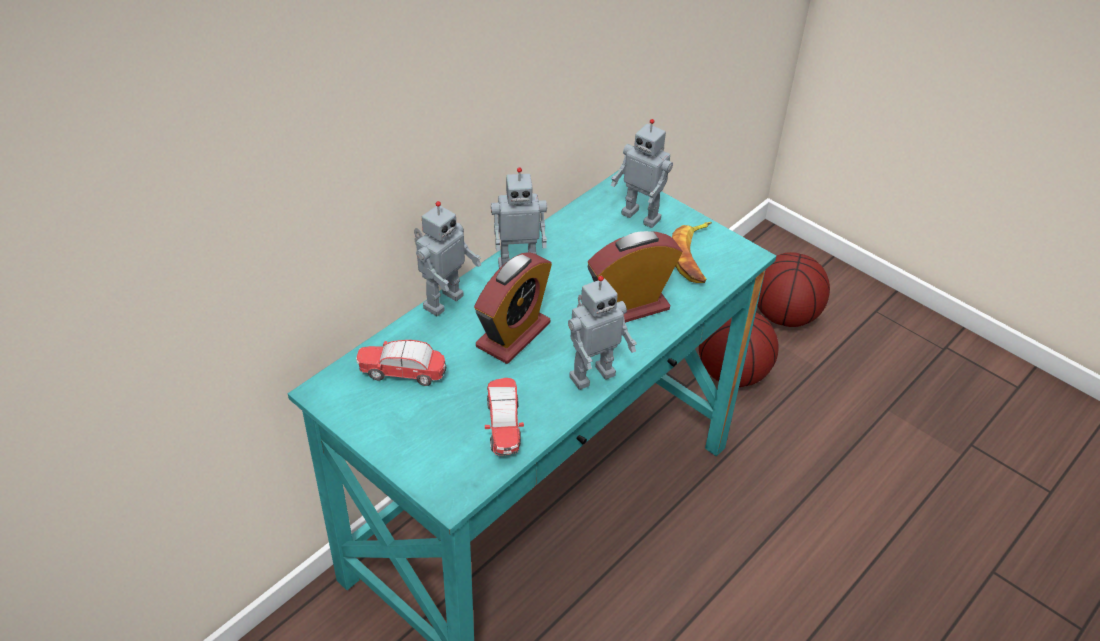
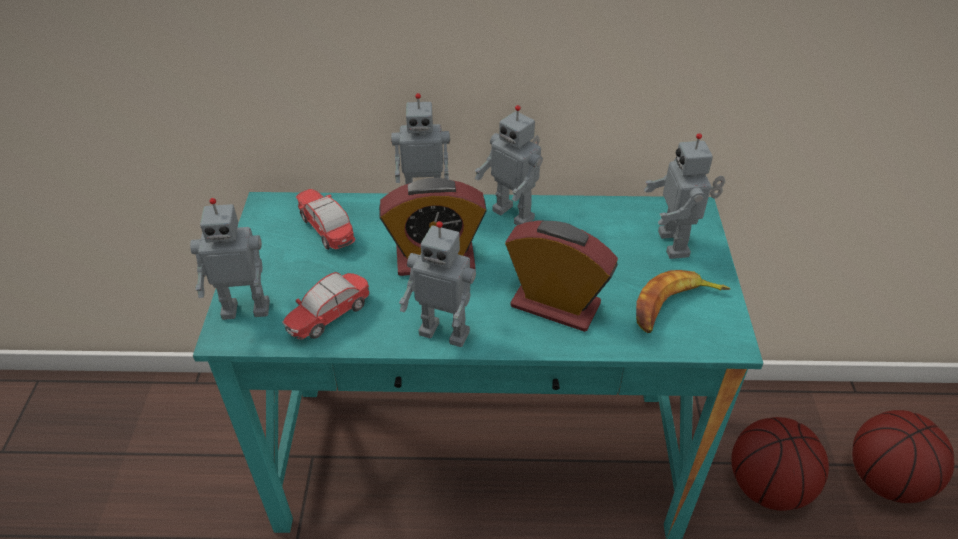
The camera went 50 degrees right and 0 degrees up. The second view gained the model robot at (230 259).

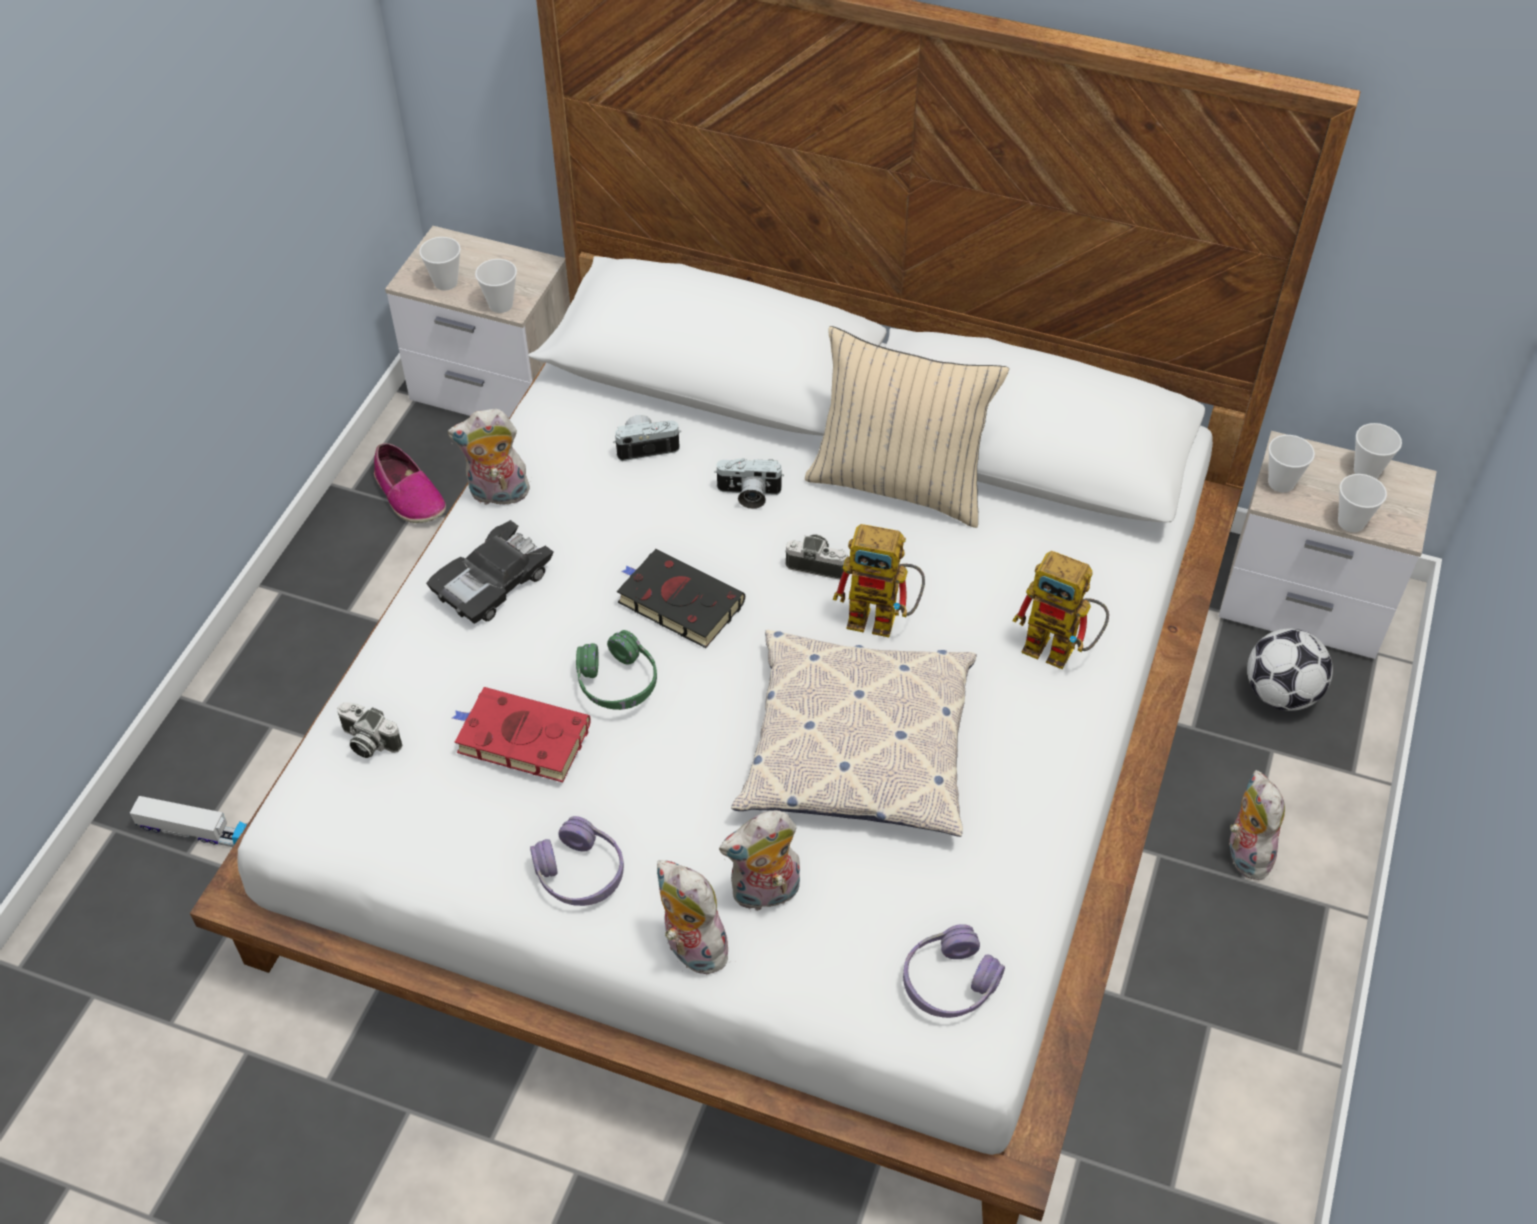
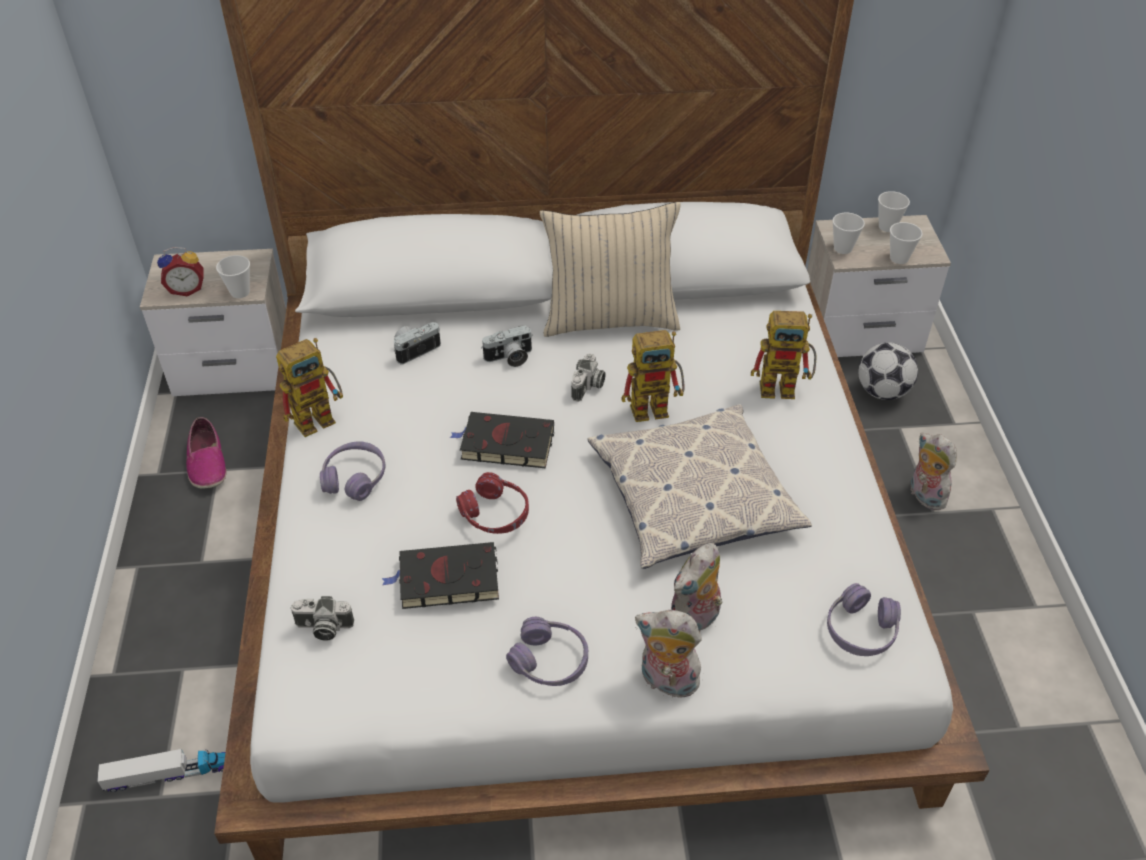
The camera went 25 degrees left and 5 degrees down. Where the cup stood at (440 264), the alarm clock came to stand at (180 271). Where the black-coloured toy car stood at (490 572), the purple-coloured headphones came to stand at (353 471). Where the soft toy stood at (489 457), the model robot came to stand at (309 387). What was the red-coloured book at (521 734) turned into the black-coloured book at (440 575). What was the green headphones at (616 670) turned into the red-coloured headphones at (492 503). The item of footwear at (410 483) ended up facing another way, 45 degrees clockwise from before. The still camera at (817 557) ended up facing another way, 120 degrees clockwise from before.

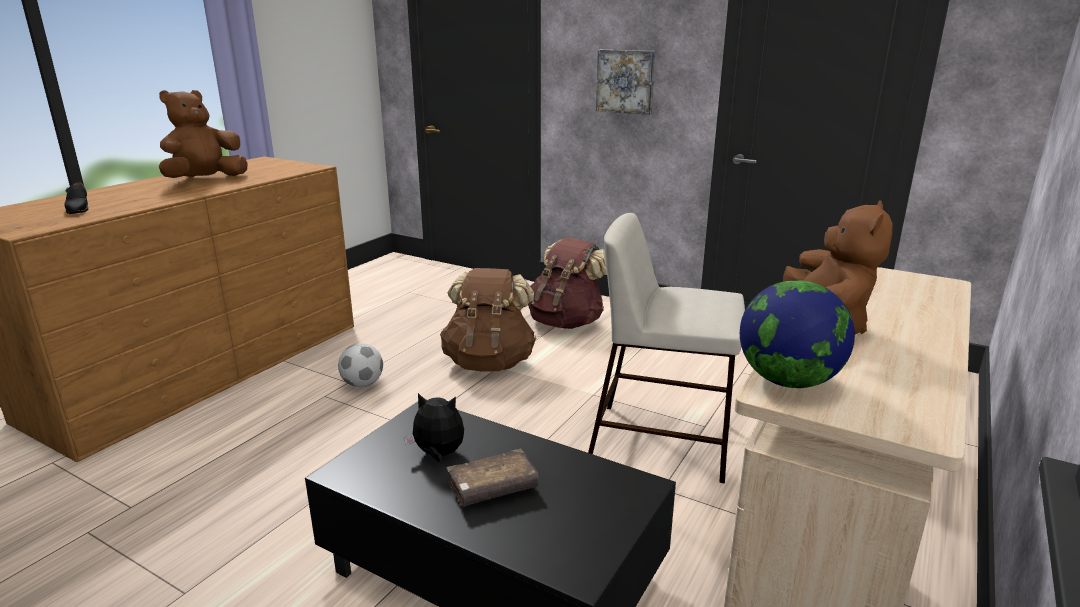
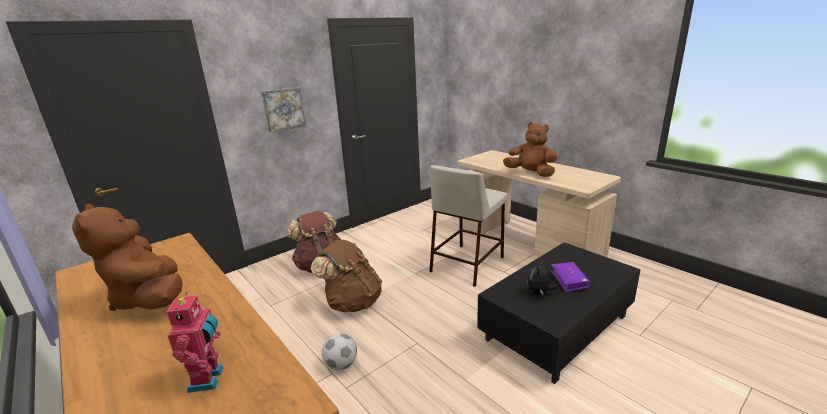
The camera went 70 degrees left and 0 degrees up. The second view lost the globe at (797 334). Where the black-coloured item of footwear stood at (76 198), the model robot came to stand at (195 342). What was the brown book at (492 478) turned into the purple-coloured book at (571 277).

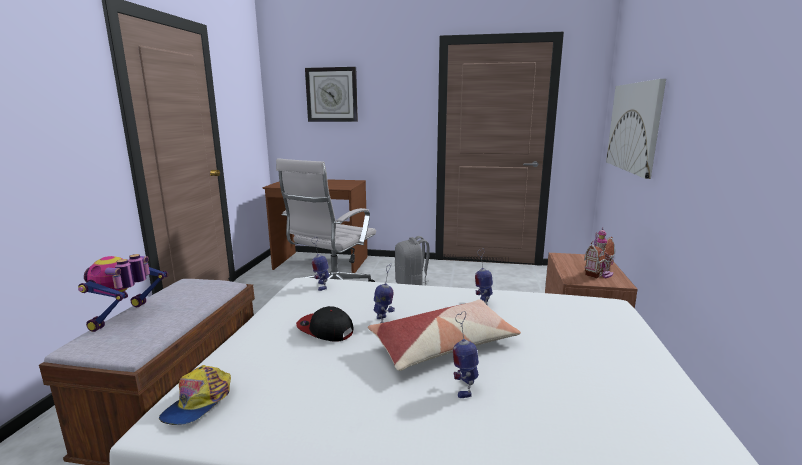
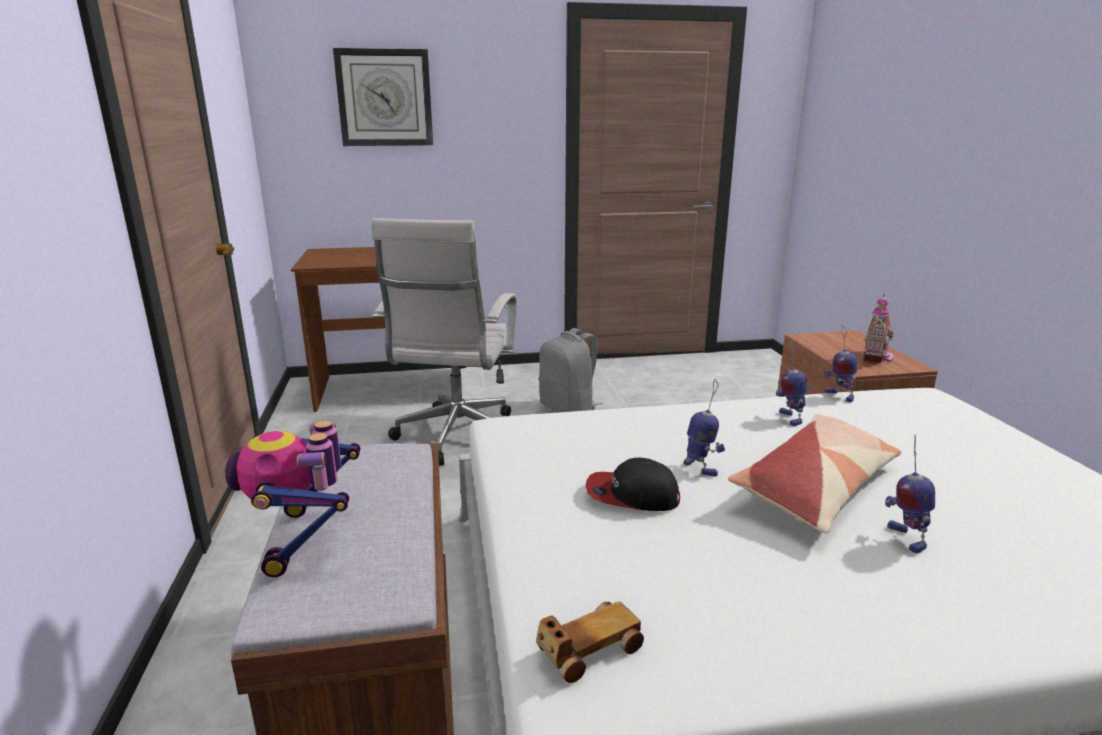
The camera went 20 degrees left and 5 degrees up. The second view lost the wall art at (636 129). The model robot ended up elsewhere, having gone from (320 264) to (840 363). Where the baseball cap stood at (195 395), the toy car came to stand at (590 642).

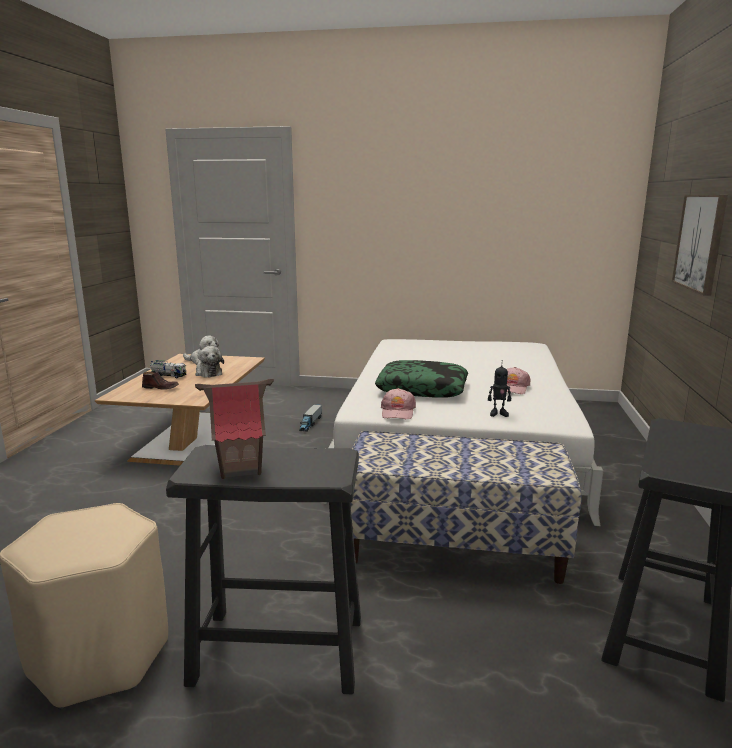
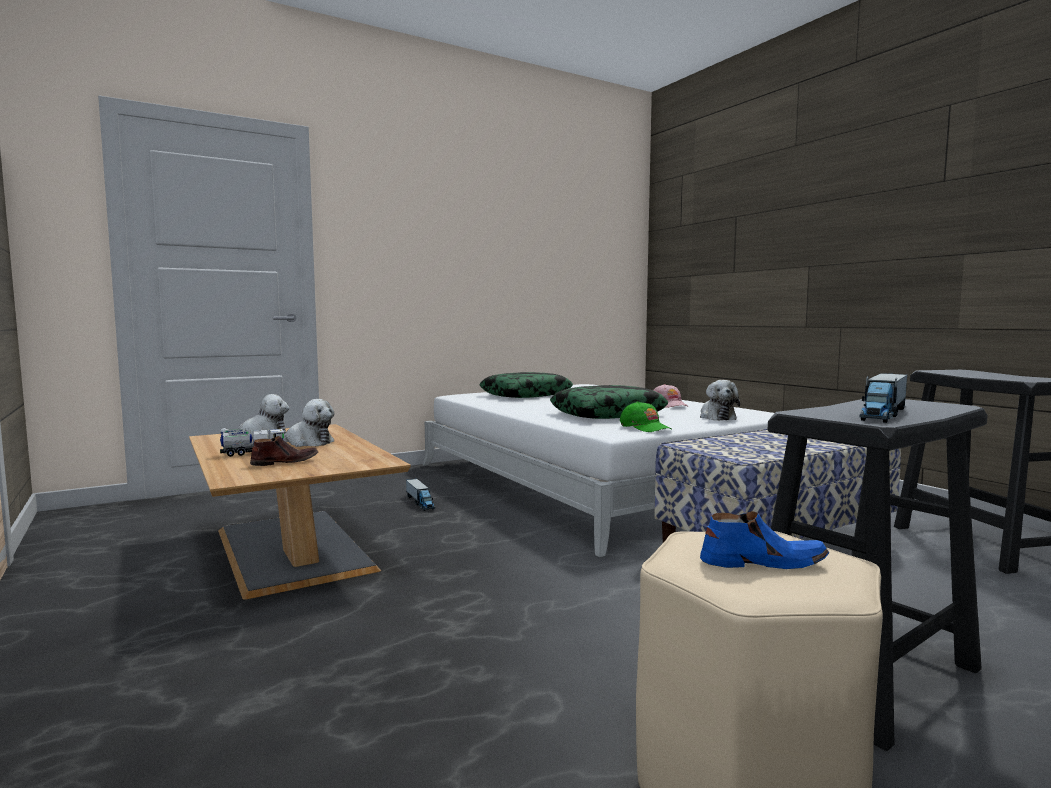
The camera went 40 degrees left and 10 degrees down. The second view lost the wall art at (700 245). The second view gained the cushion at (526 385). The second view gained the blue item of footwear at (764 540). Where the miniature house stood at (234 429), the toy lorry came to stand at (883 398). Where the model robot stood at (499 388), the soft toy came to stand at (720 400). What was the pink baseball cap at (398 403) turned into the green baseball cap at (646 416).

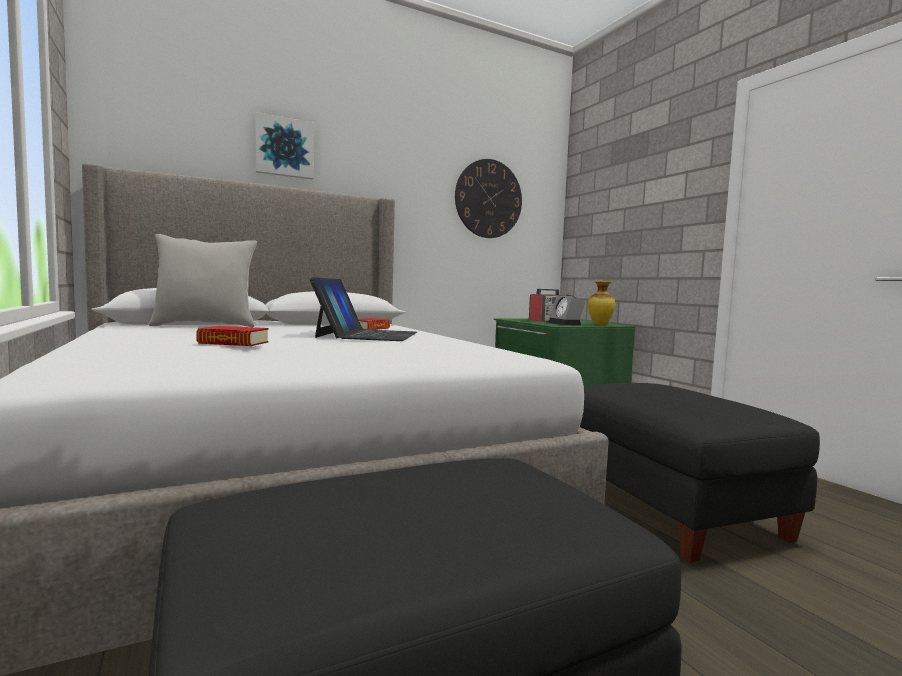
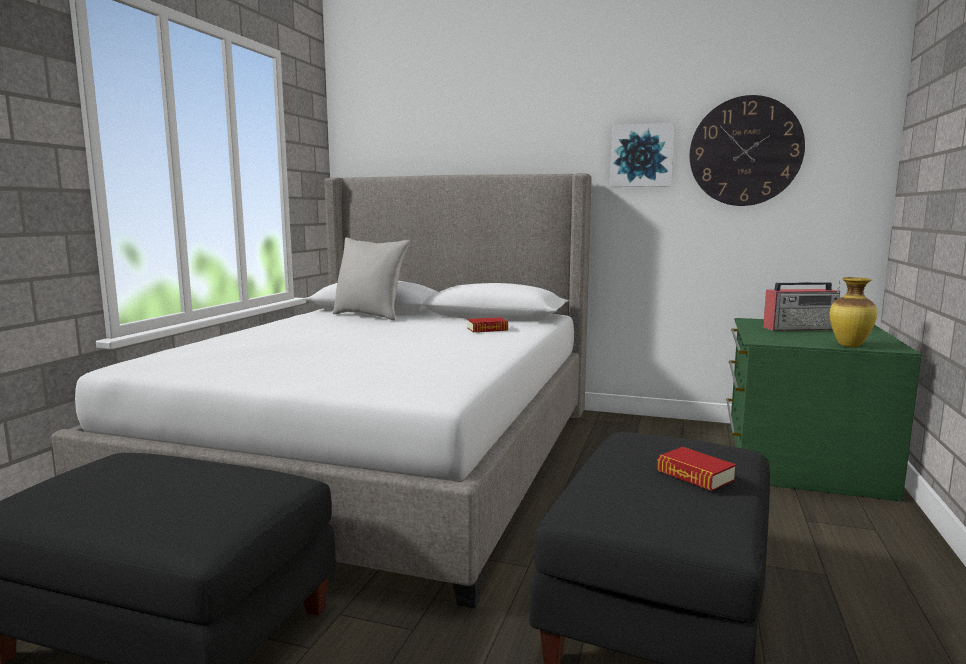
The camera went 45 degrees right and 5 degrees up. The second view lost the notebook computer at (363 309). The second view lost the alarm clock at (566 310). The book ended up elsewhere, having gone from (232 336) to (696 469). The wall art ended up elsewhere, having gone from (284 145) to (642 155).

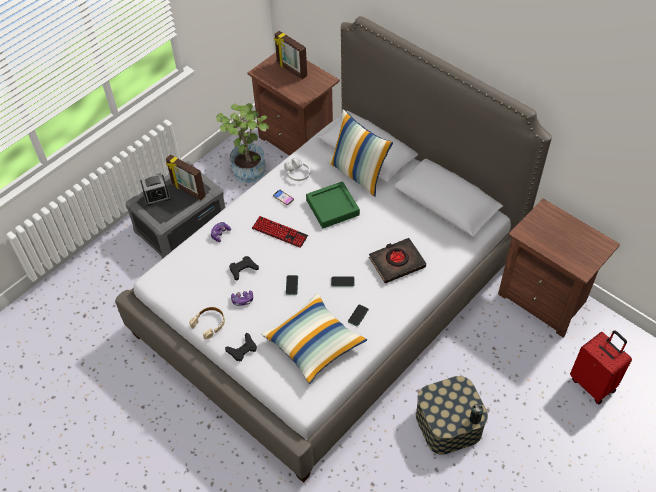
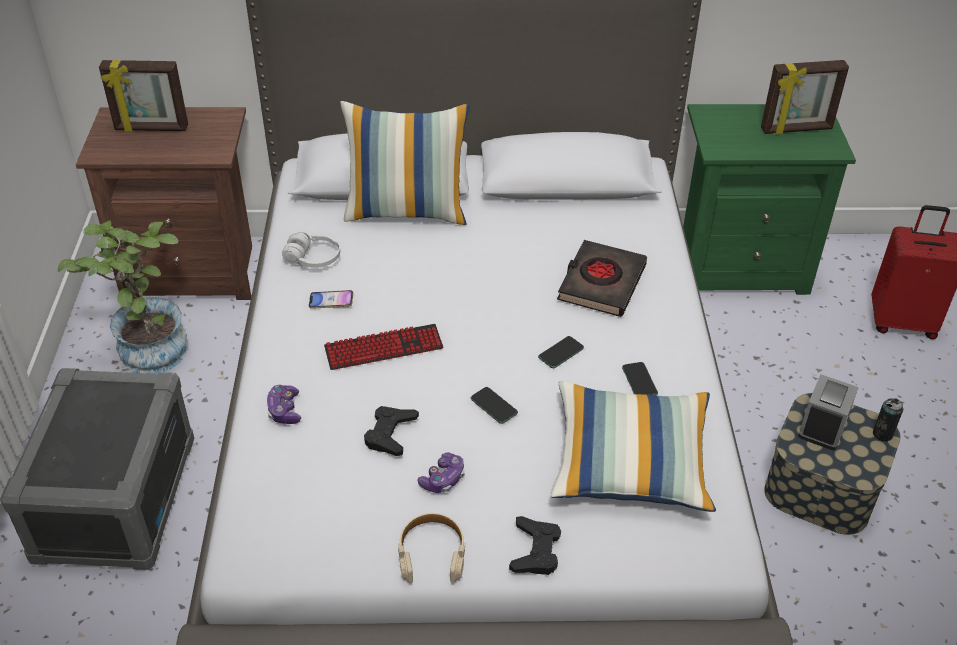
The camera went 45 degrees left and 10 degrees down. The second view lost the green serving tray at (333 205). The alarm clock ended up elsewhere, having gone from (155 189) to (828 412). The photo frame ended up elsewhere, having gone from (185 177) to (805 97). What was the brown night table at (559 268) turned into the green night table at (769 199).

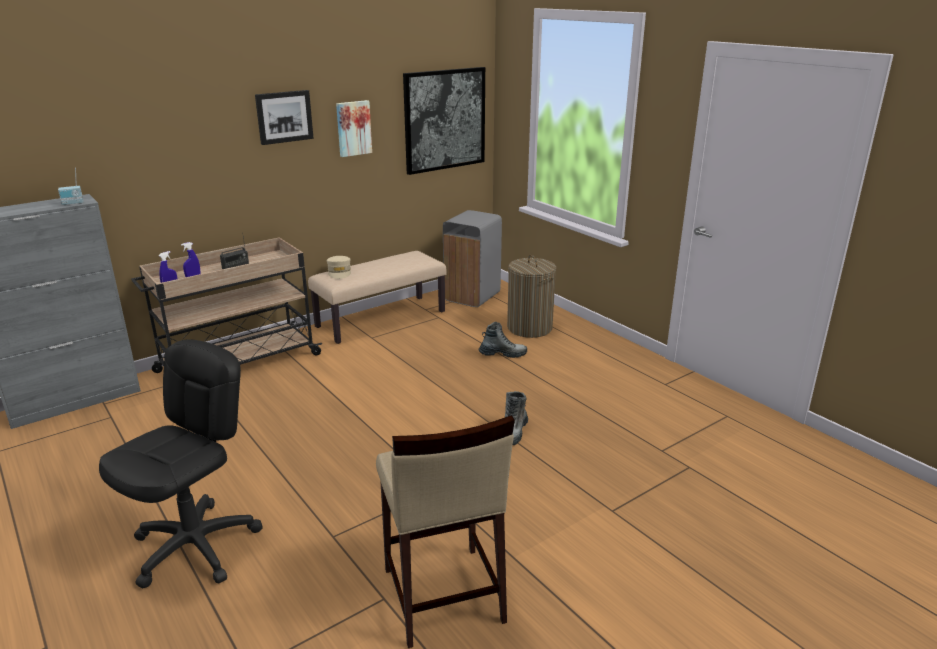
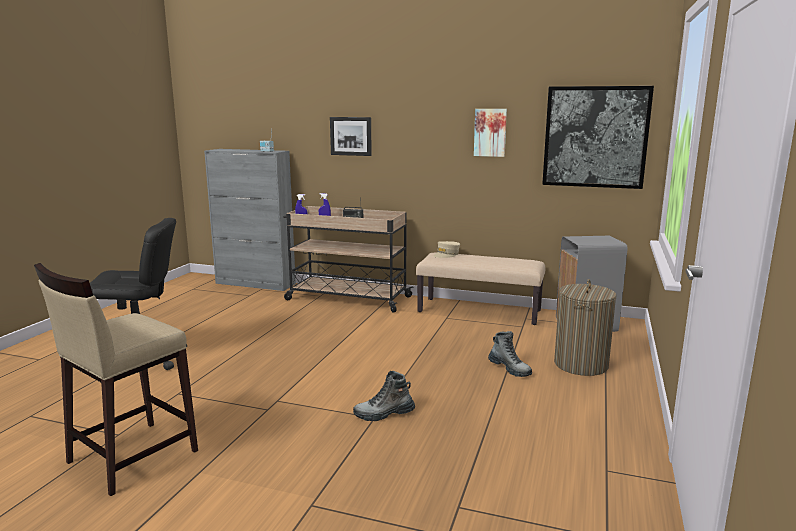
The camera went 55 degrees right and 10 degrees down. The wall art ended up elsewhere, having gone from (284 117) to (351 136).

